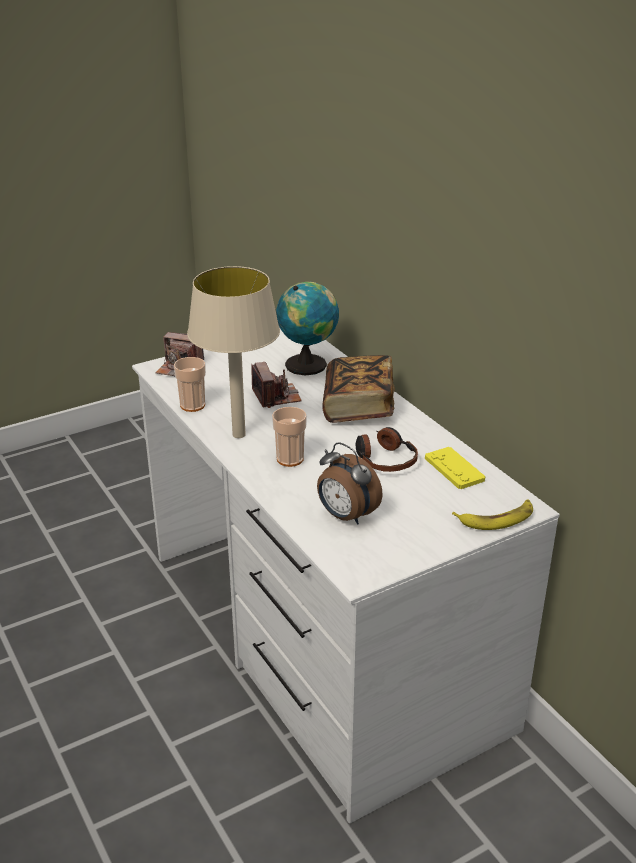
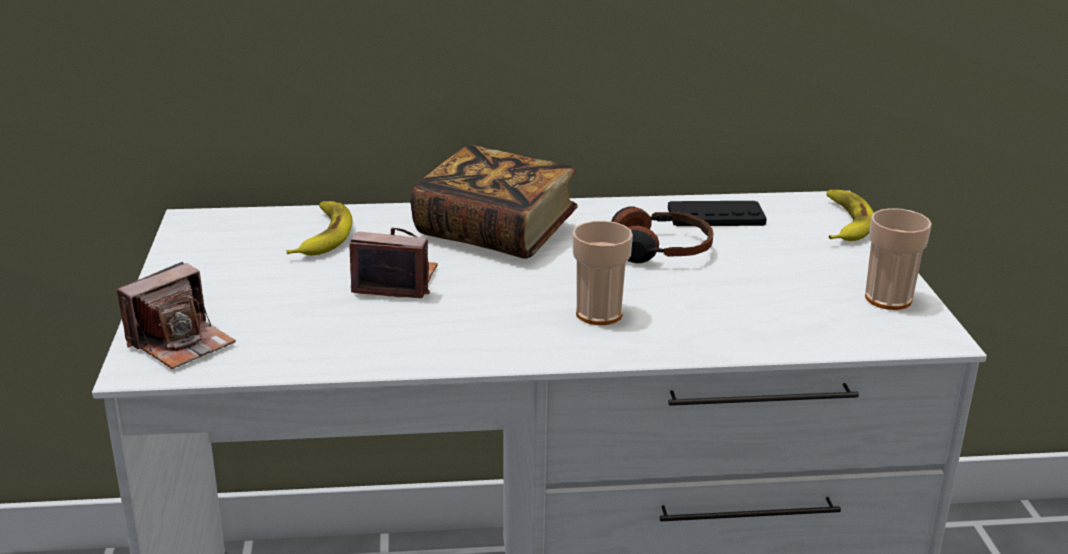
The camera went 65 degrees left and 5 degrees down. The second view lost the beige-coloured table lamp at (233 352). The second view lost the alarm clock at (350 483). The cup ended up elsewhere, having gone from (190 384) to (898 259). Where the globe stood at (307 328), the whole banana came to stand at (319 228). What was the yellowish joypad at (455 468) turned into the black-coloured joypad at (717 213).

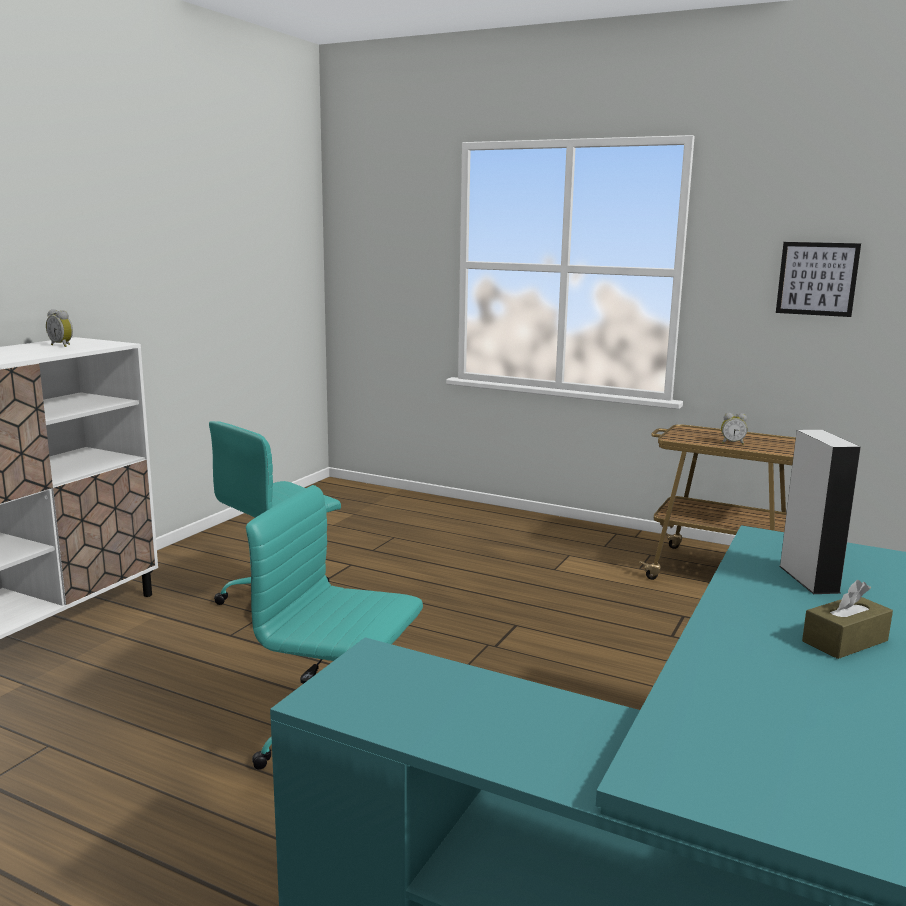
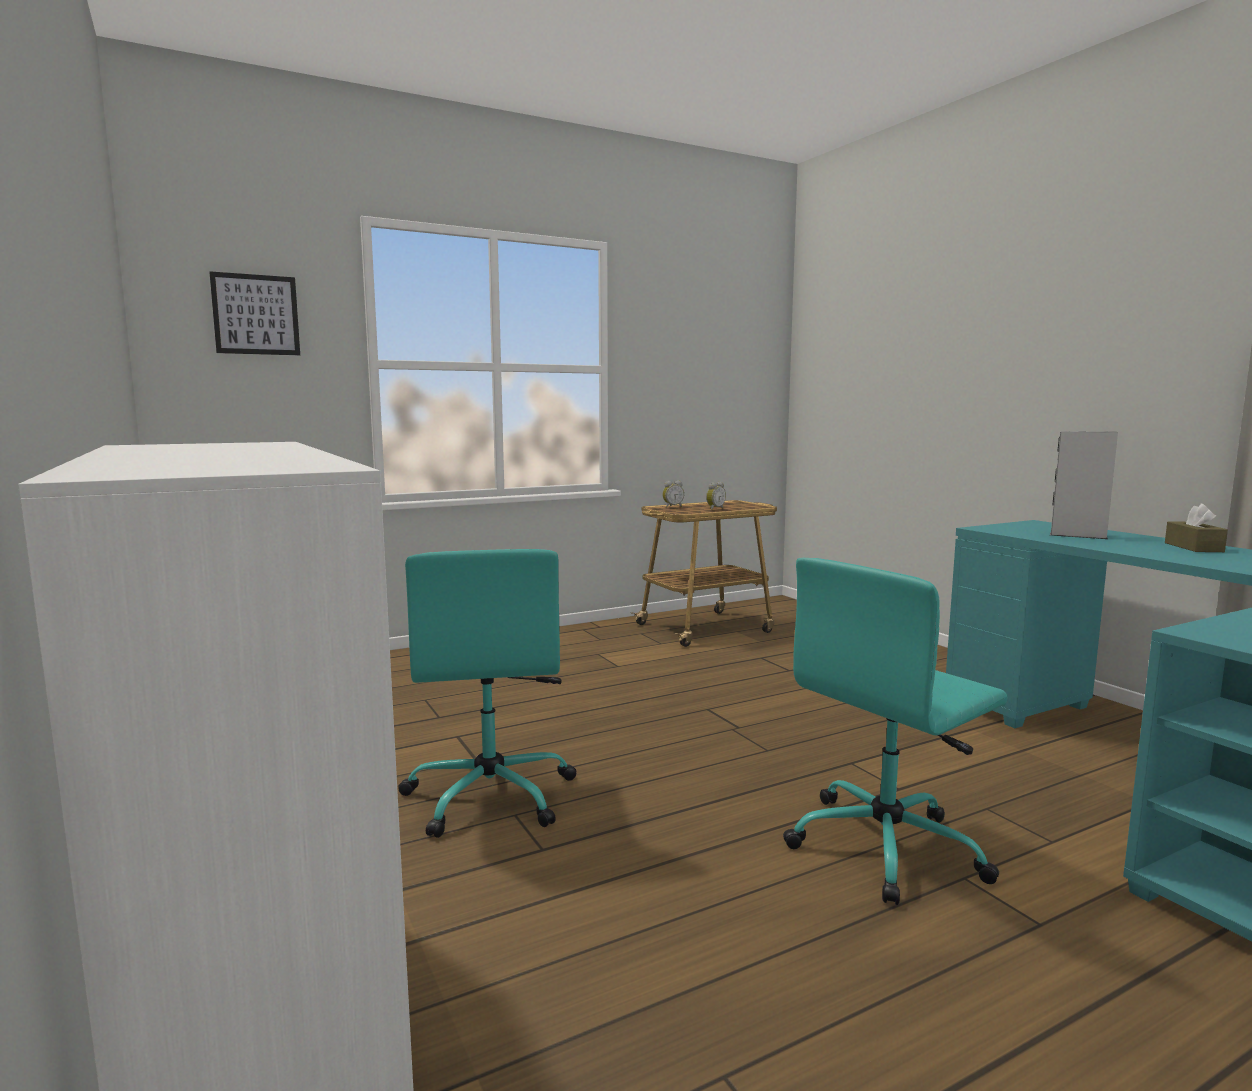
The camera went 55 degrees left and 5 degrees down. The alarm clock ended up elsewhere, having gone from (59 328) to (673 494). The wall art ended up elsewhere, having gone from (818 279) to (254 313).

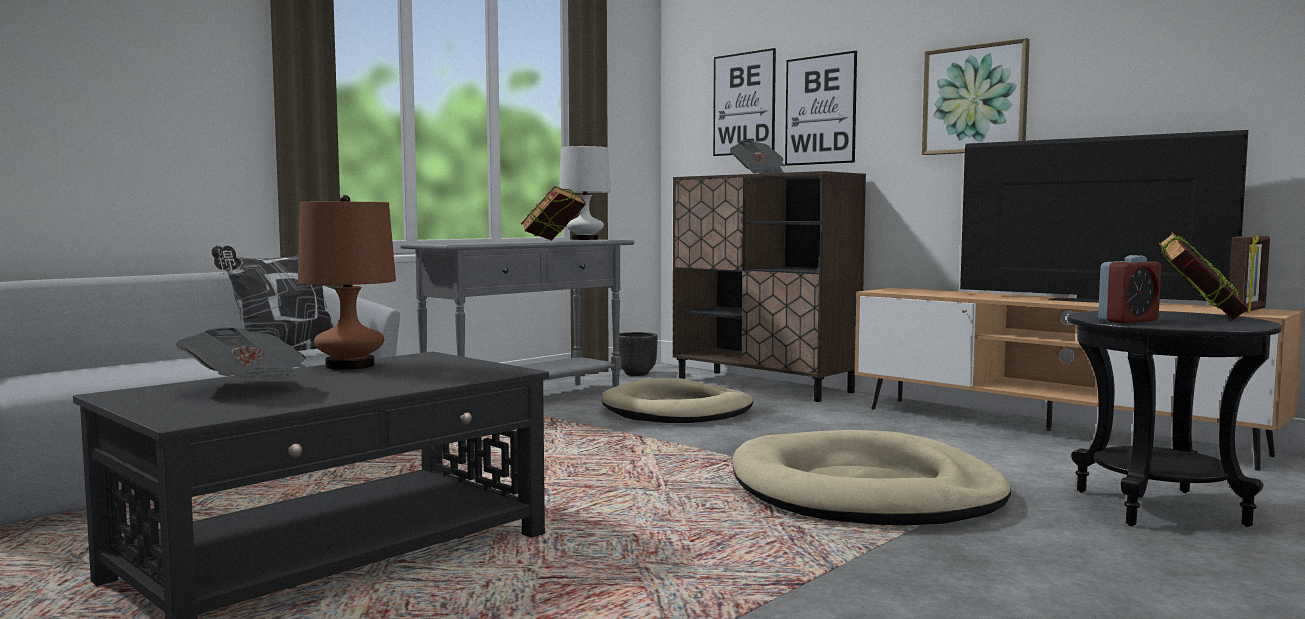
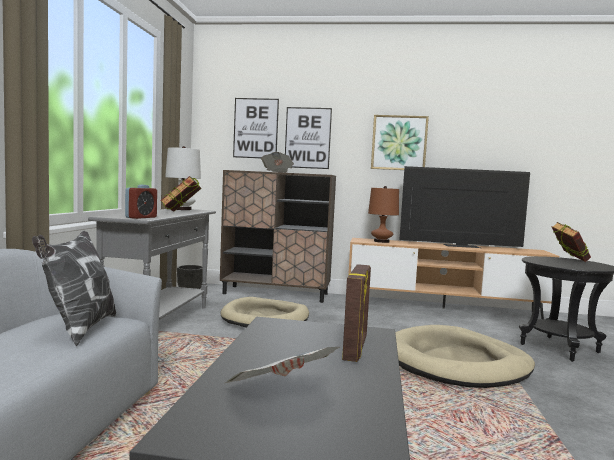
The camera went 35 degrees left and 0 degrees up. The brown table lamp ended up elsewhere, having gone from (347 282) to (383 214). The alarm clock ended up elsewhere, having gone from (1129 289) to (141 202). The photo frame ended up elsewhere, having gone from (1249 273) to (356 313).

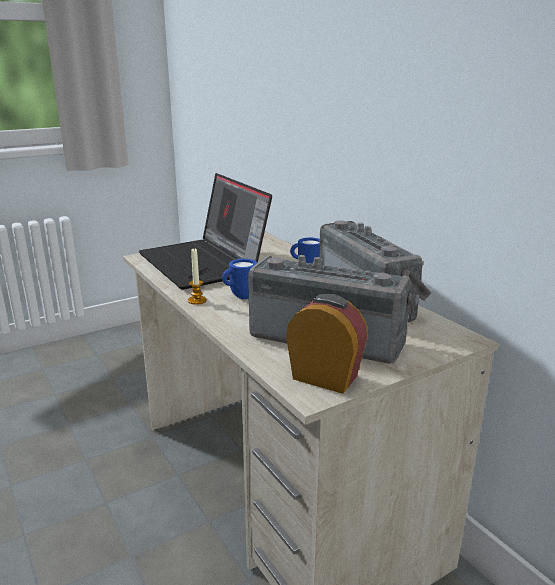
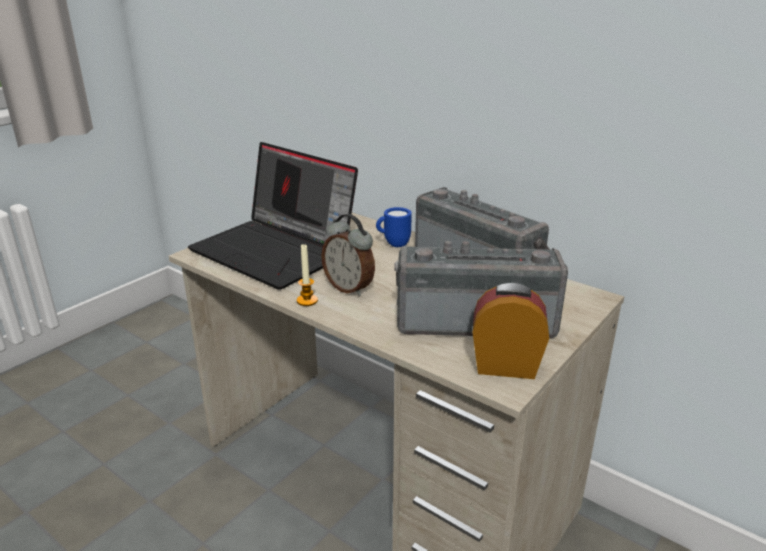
The camera went 20 degrees left and 5 degrees up. Where the blue tea mug stood at (239 279), the alarm clock came to stand at (348 255).

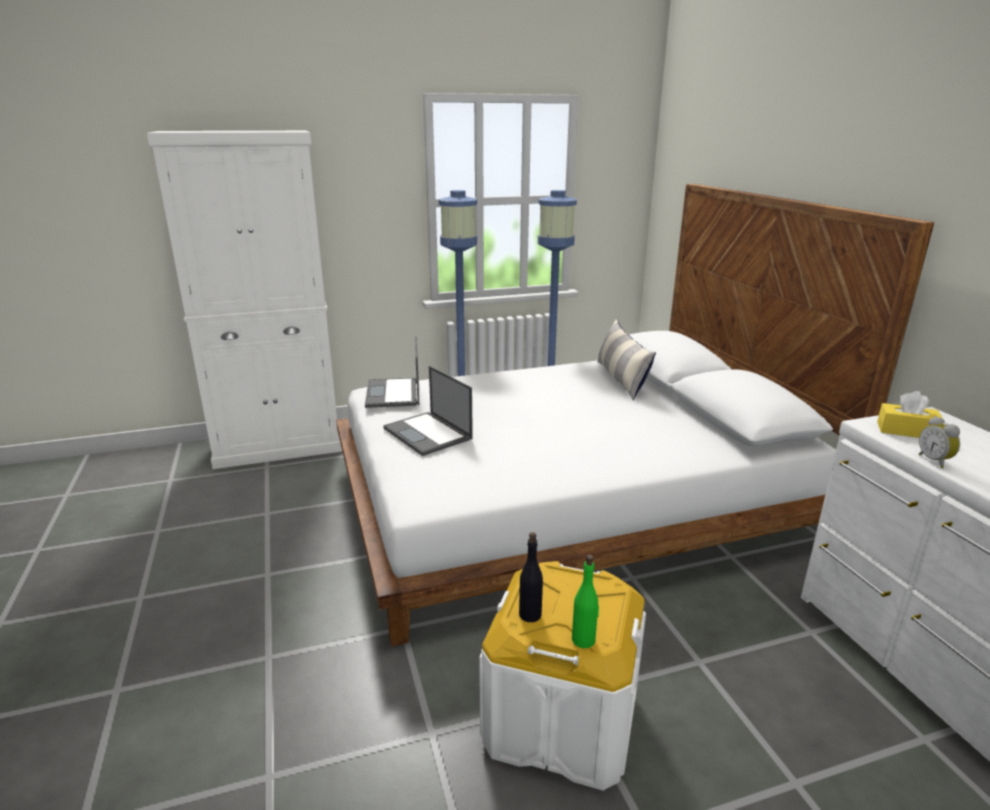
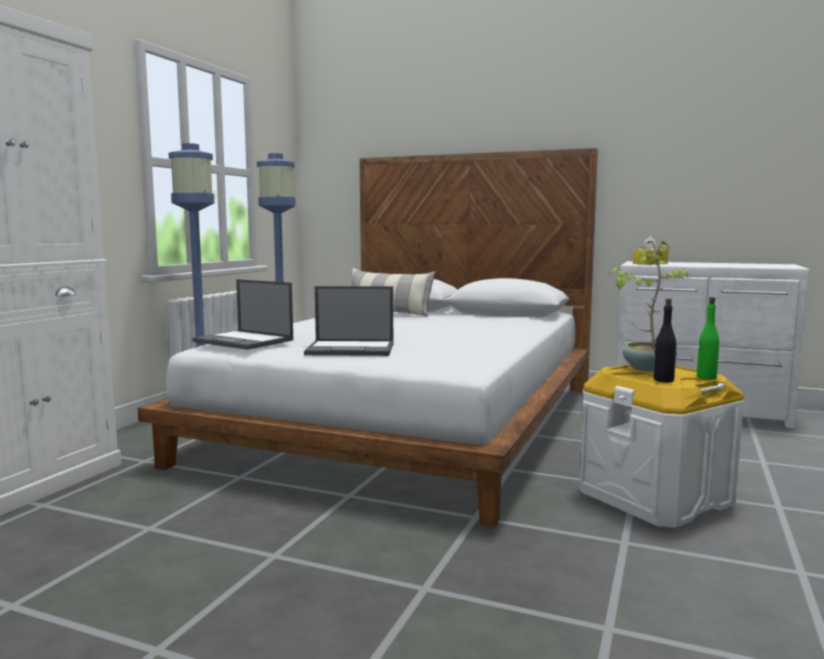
The camera went 50 degrees left and 15 degrees down. The second view lost the alarm clock at (939 442). The second view gained the plant in a pot at (649 306).

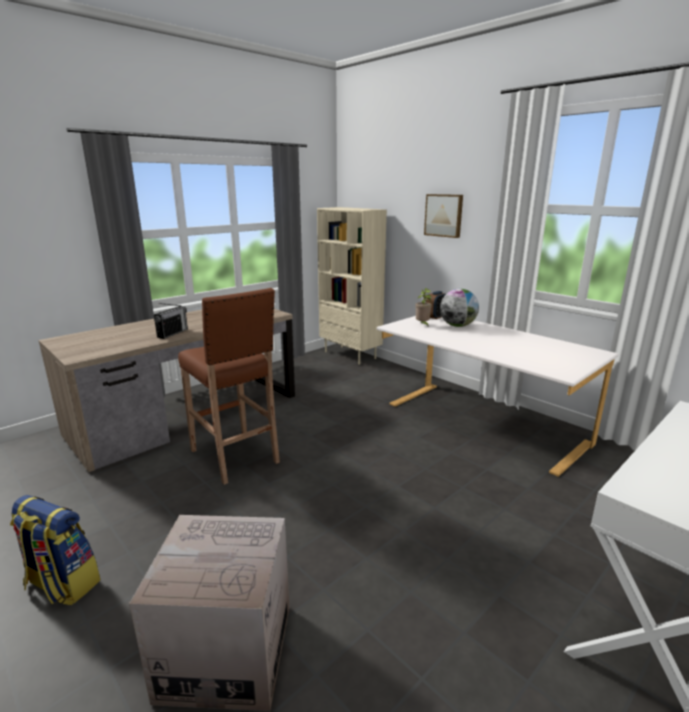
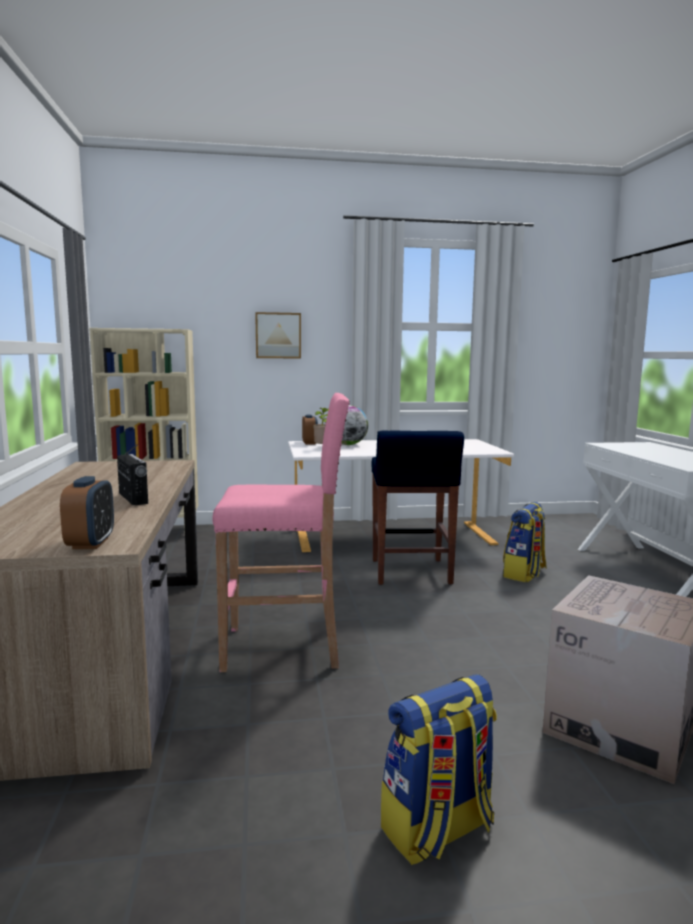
The camera went 55 degrees left and 10 degrees down. The second view gained the alarm clock at (87 512). The second view gained the blue sitting stool at (418 508). The second view gained the rucksack at (525 542). What was the brown sitting stool at (229 386) turned into the pink sitting stool at (281 532).

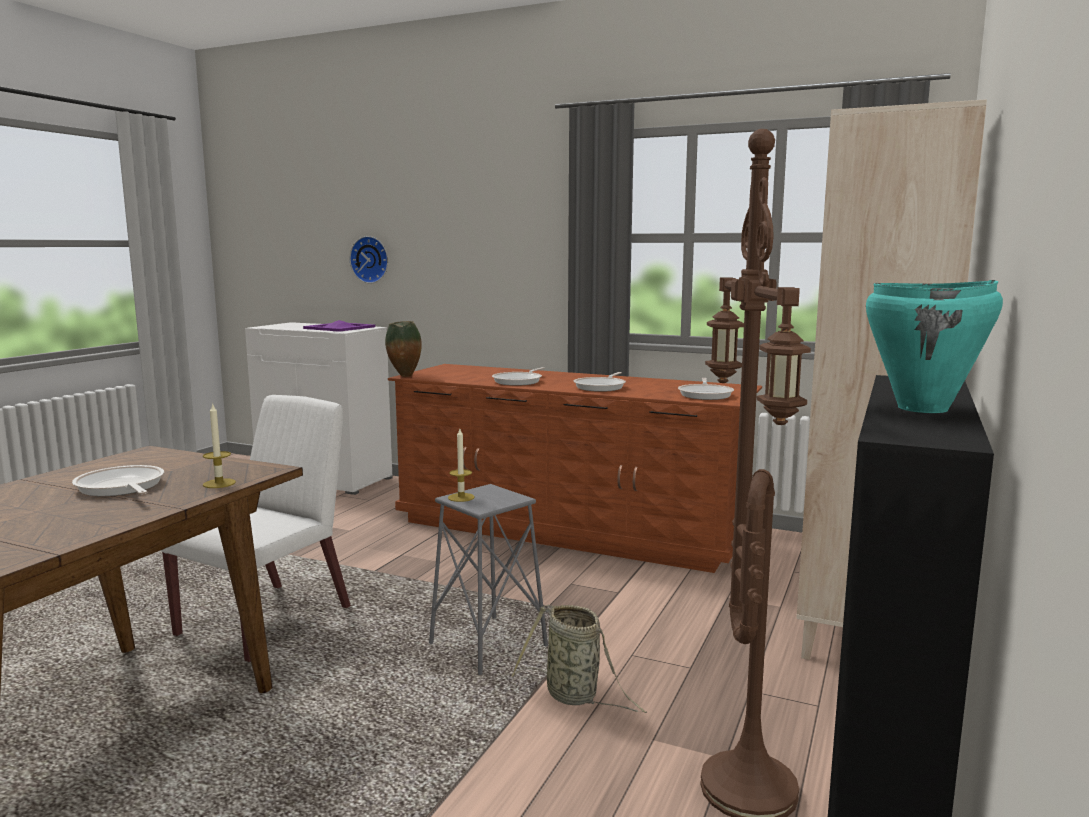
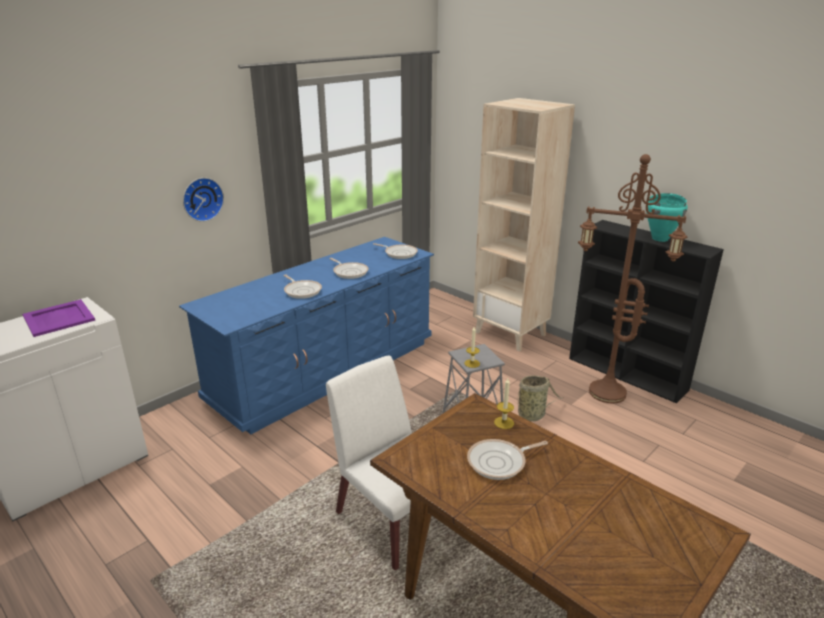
The camera went 70 degrees left and 15 degrees up. The second view lost the vase at (403 349). The clock on the wall ended up elsewhere, having gone from (369 260) to (203 200). What was the brown dresser at (575 468) turned into the blue dresser at (306 335).

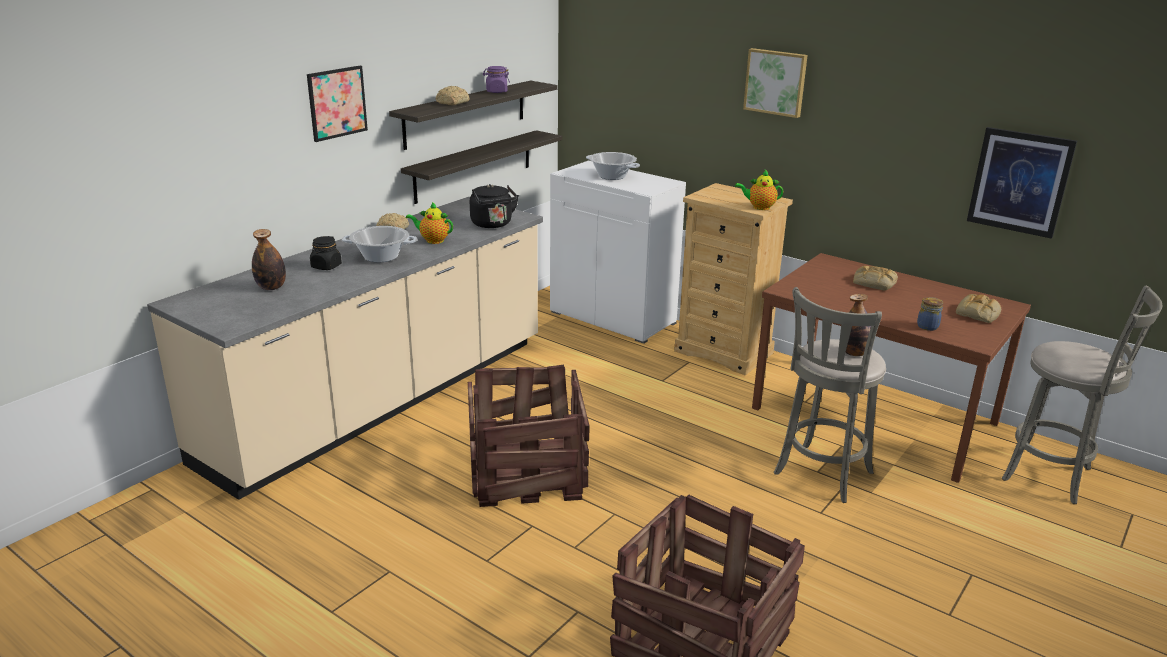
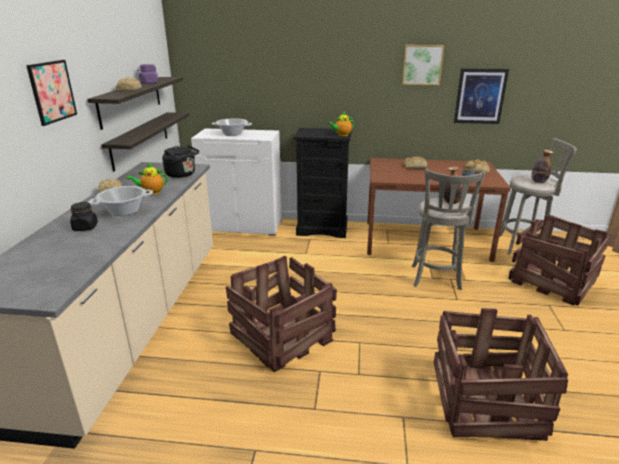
The camera went 30 degrees left and 0 degrees up. The second view gained the shipping crate at (560 260). The beverage bottle ended up elsewhere, having gone from (269 259) to (542 166). The wall art ended up elsewhere, having gone from (775 83) to (423 65). What was the beige-coloured dresser at (733 279) turned into the black-coloured dresser at (322 183).

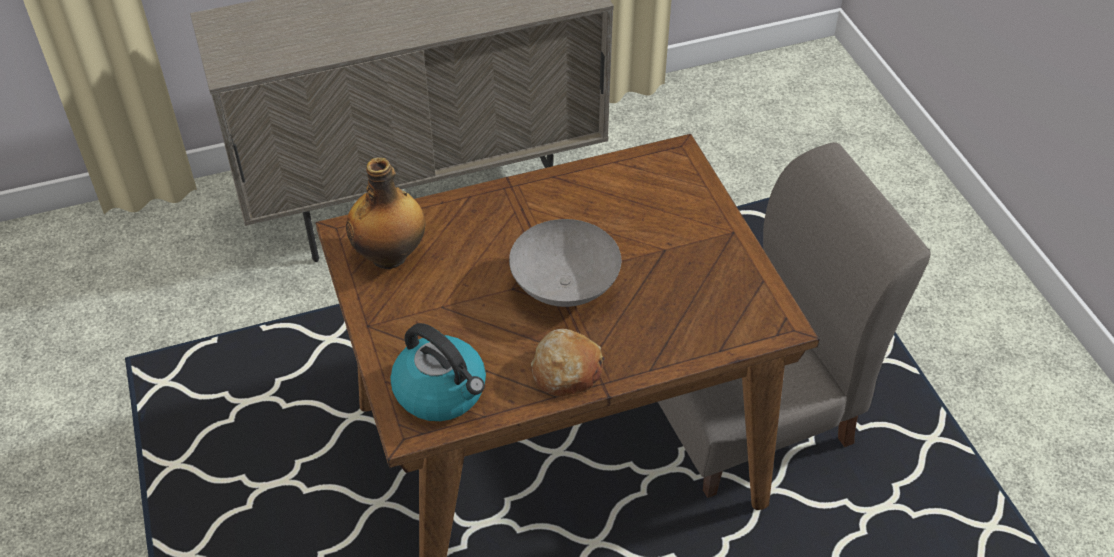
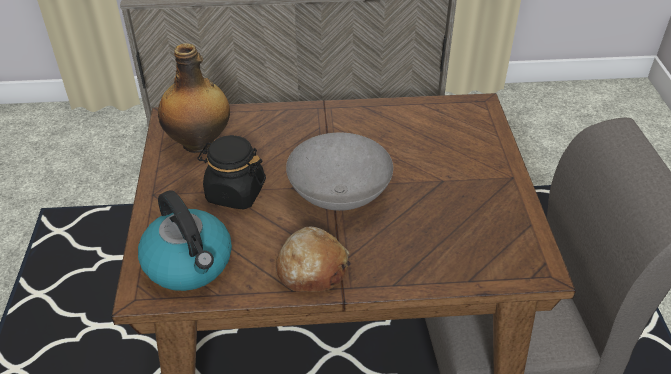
The camera went 15 degrees right and 5 degrees down. The second view gained the black-coloured storage jar at (231 172).

